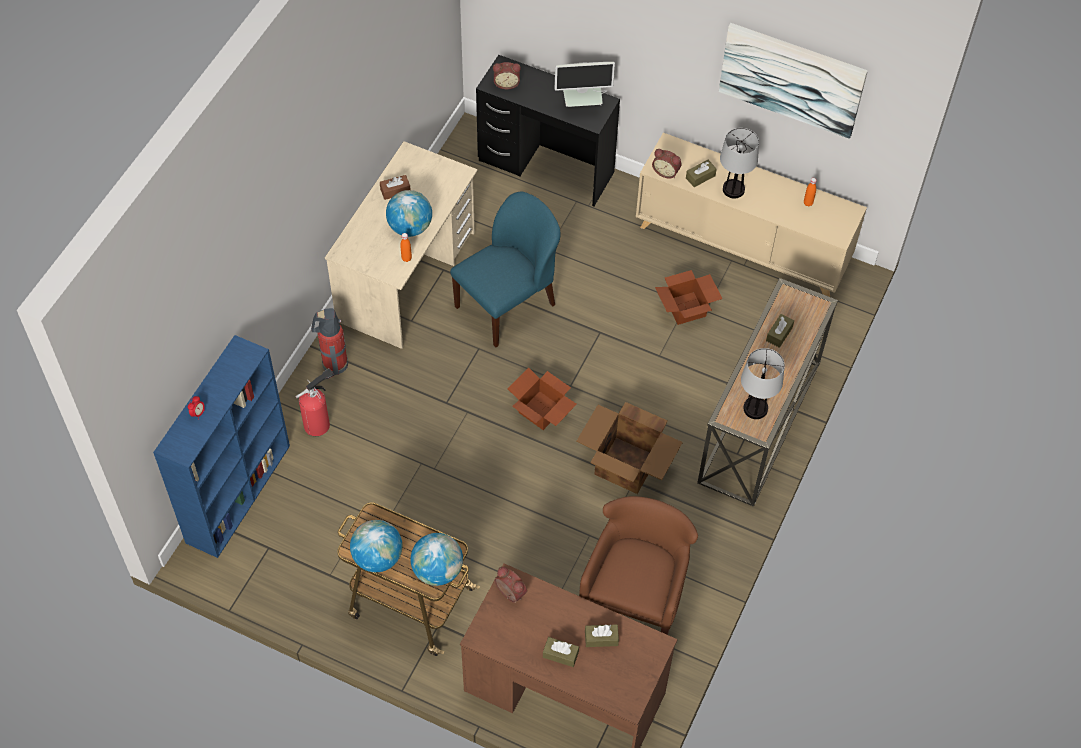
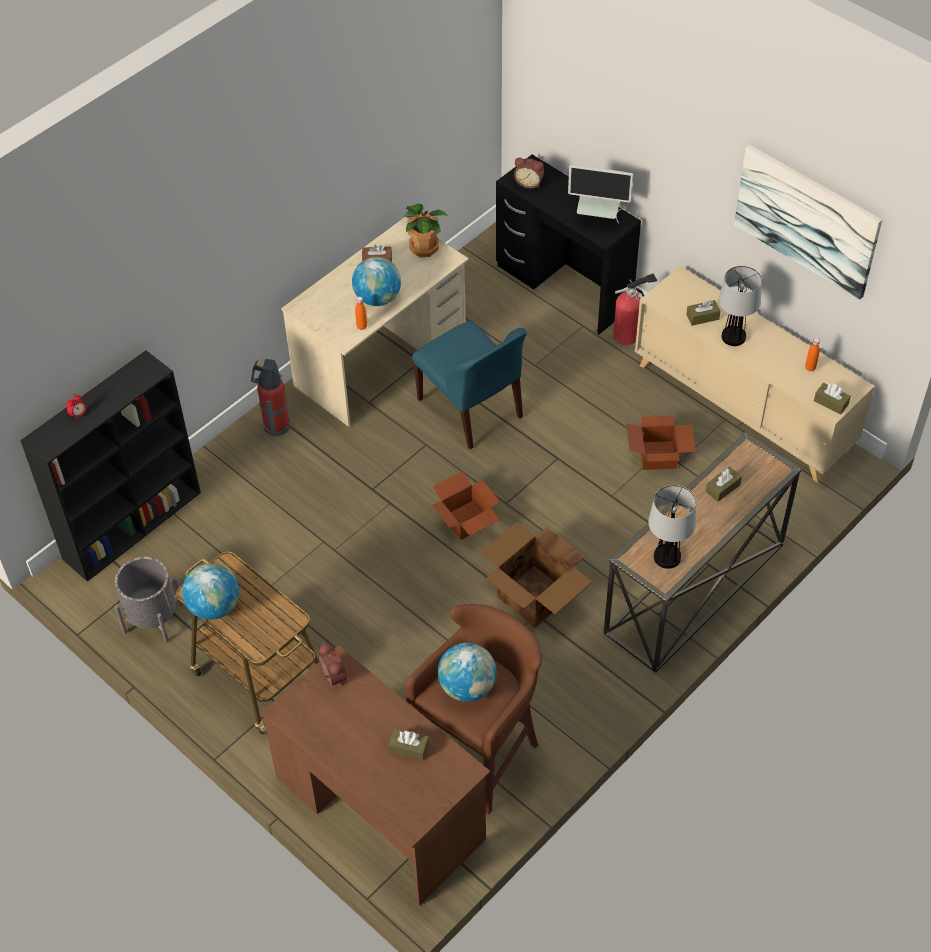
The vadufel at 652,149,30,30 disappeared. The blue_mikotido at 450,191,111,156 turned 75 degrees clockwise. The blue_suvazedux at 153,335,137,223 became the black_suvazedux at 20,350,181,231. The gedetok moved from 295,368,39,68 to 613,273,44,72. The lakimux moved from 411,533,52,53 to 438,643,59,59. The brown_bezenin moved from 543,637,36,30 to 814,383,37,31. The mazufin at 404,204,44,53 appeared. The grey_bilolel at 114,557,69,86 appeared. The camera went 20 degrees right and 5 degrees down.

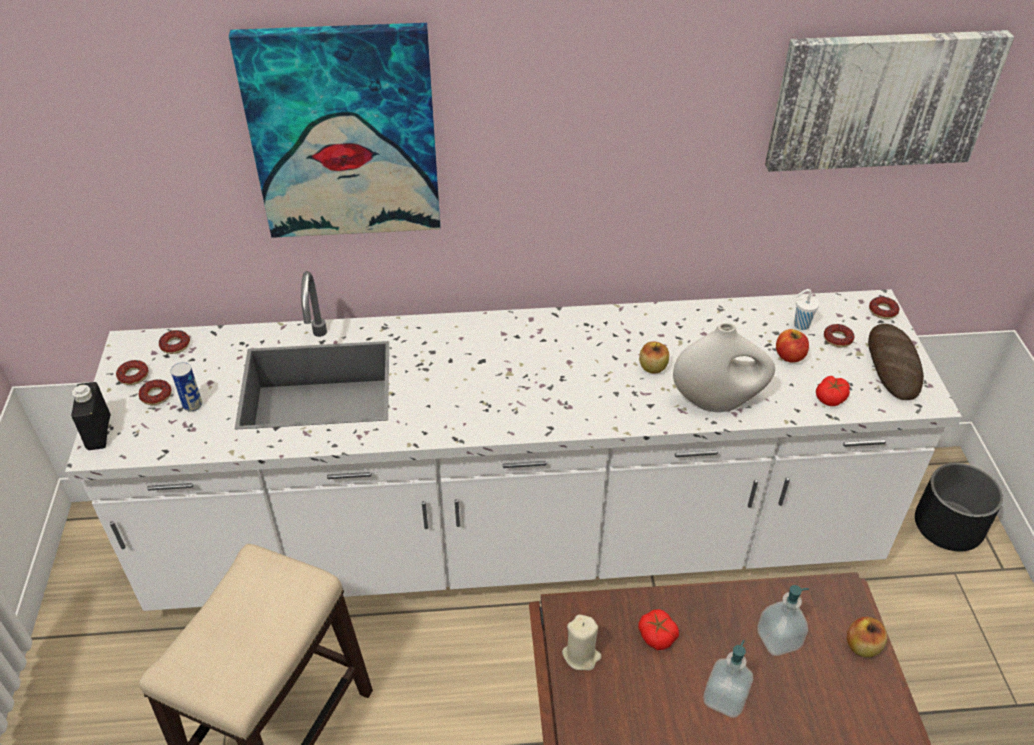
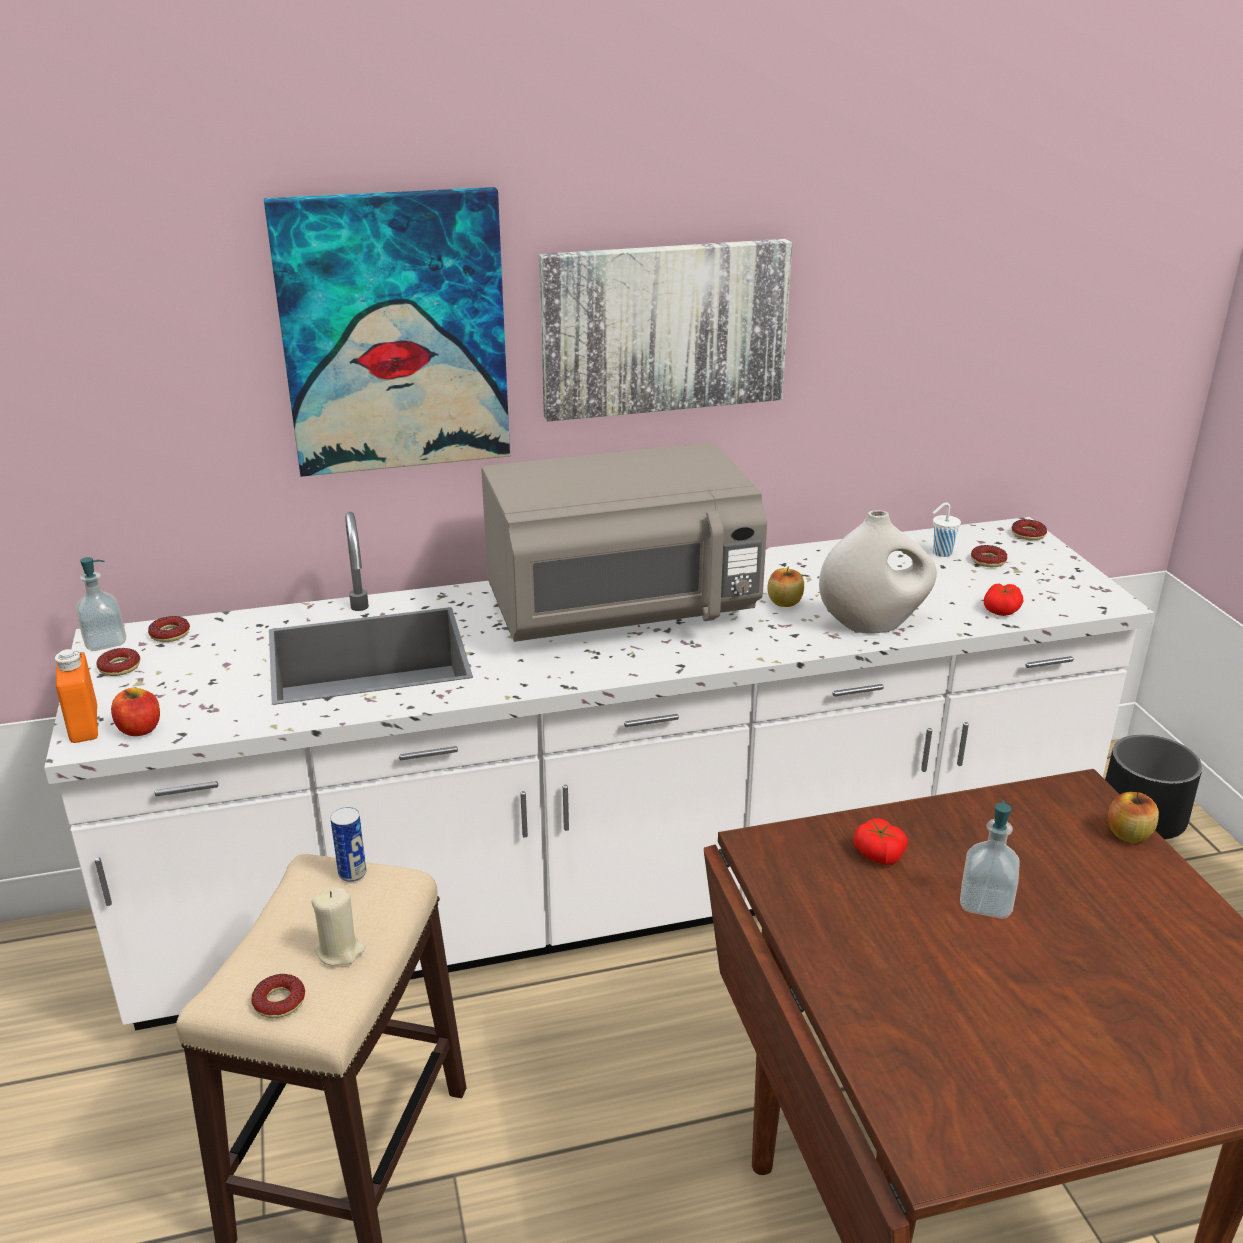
The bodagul moved from 765,30,249,142 to 539,239,253,183. The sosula at 868,324,56,76 disappeared. The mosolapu moved from 776,329,33,34 to 111,688,49,48. The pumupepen moved from 171,362,31,50 to 330,807,36,75. The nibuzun moved from 139,379,33,26 to 251,974,54,44. The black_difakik at 71,382,40,68 became the orange_difakik at 54,649,44,94. The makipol moved from 757,585,52,71 to 76,557,50,94. The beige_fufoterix moved from 562,615,39,56 to 312,887,53,79. The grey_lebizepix at 481,443,286,199 appeared. The camera went 10 degrees left and 15 degrees down.

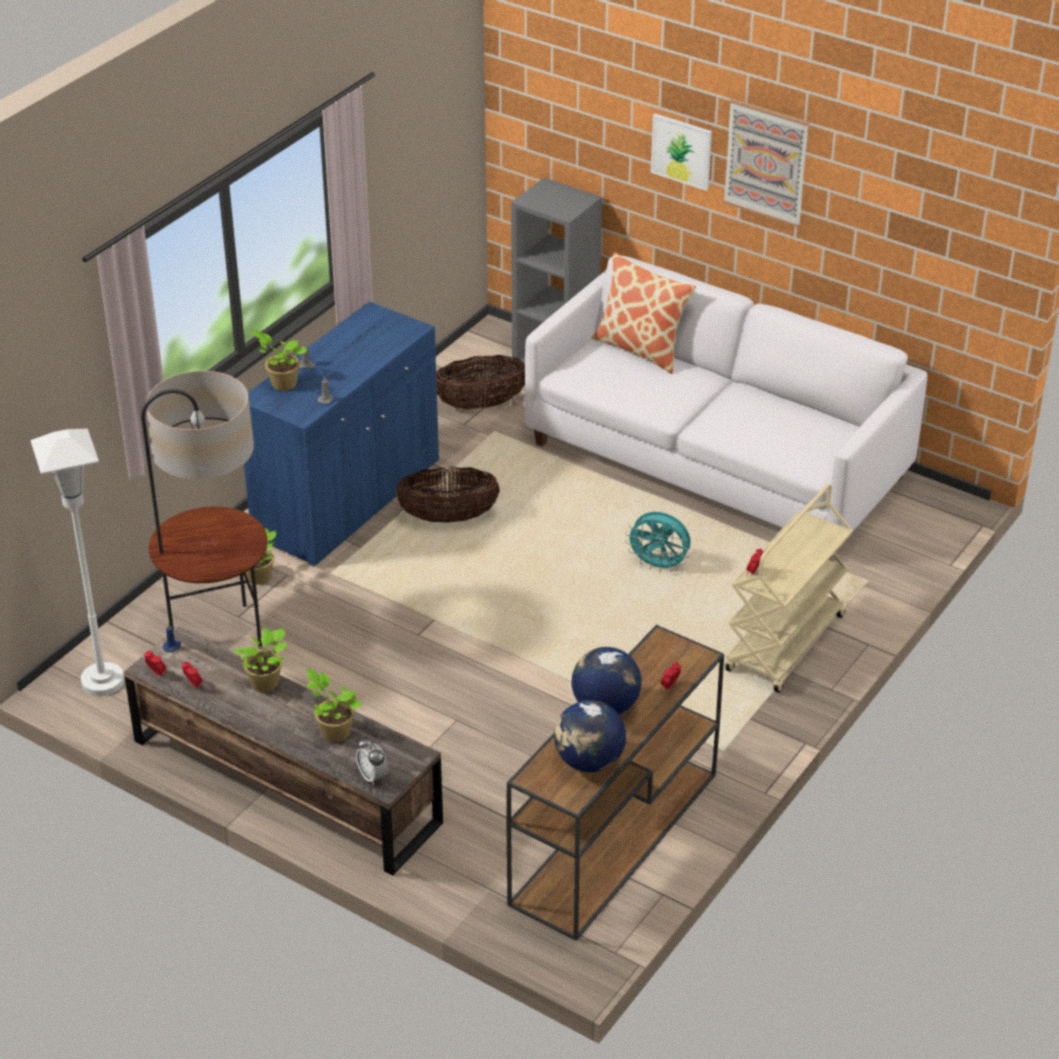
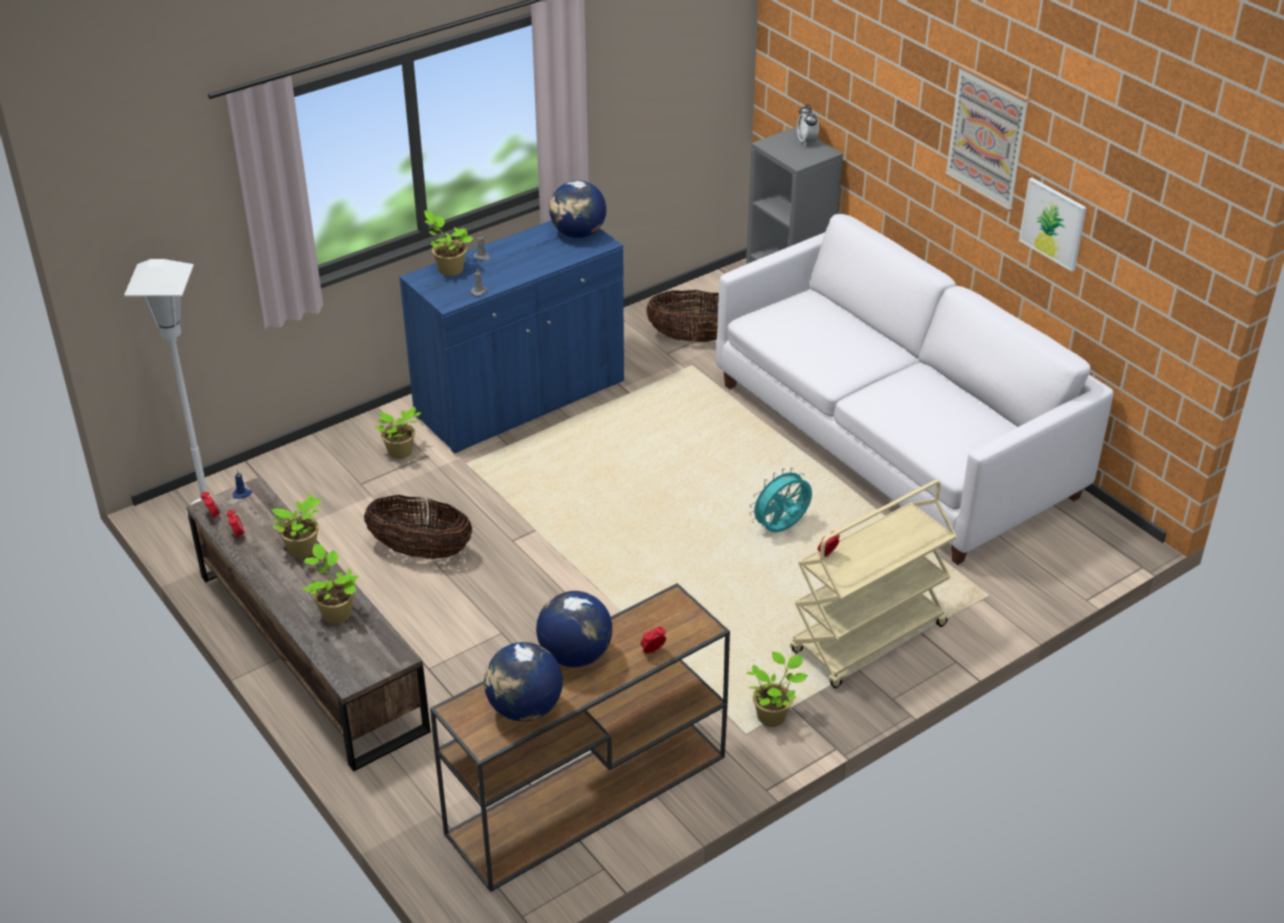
The bodagul moved from 651,114,61,77 to 1019,178,67,94. The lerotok at 592,252,104,122 disappeared. The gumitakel at 141,371,127,278 disappeared. The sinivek moved from 396,467,104,56 to 364,495,108,64. The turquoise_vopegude at 625,512,66,60 turned 105 degrees clockwise. The vadufel moved from 356,737,32,48 to 797,104,22,42. The lakimux at 549,180,57,58 appeared. The mazufin at 746,652,62,75 appeared. The camera went 20 degrees right and 0 degrees up.

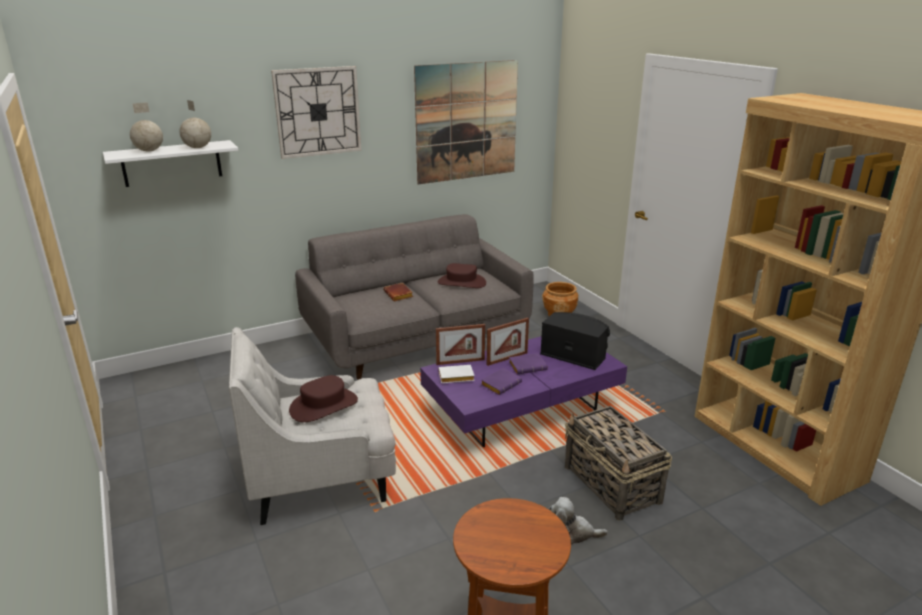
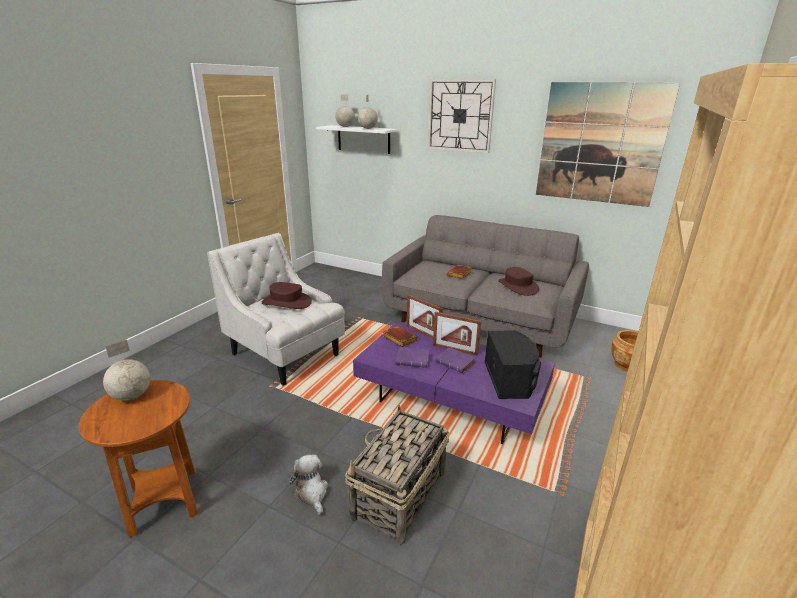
The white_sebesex at 439,365,36,18 became the brown_sebesex at 383,326,35,21. The lakimux at 103,340,47,61 appeared. The camera went 55 degrees right and 0 degrees up.

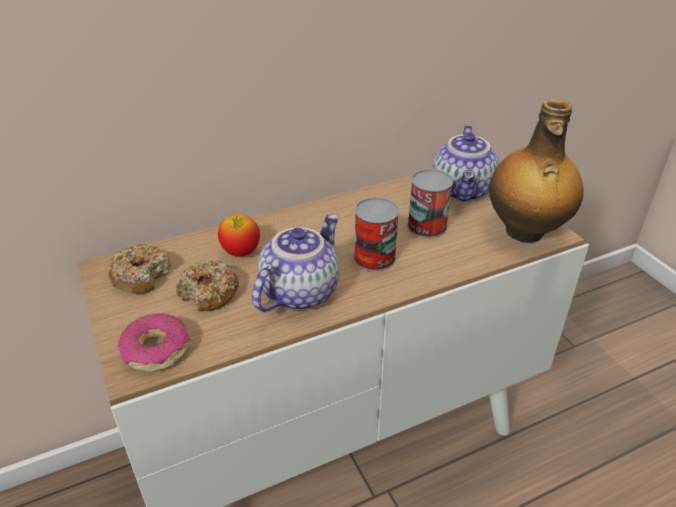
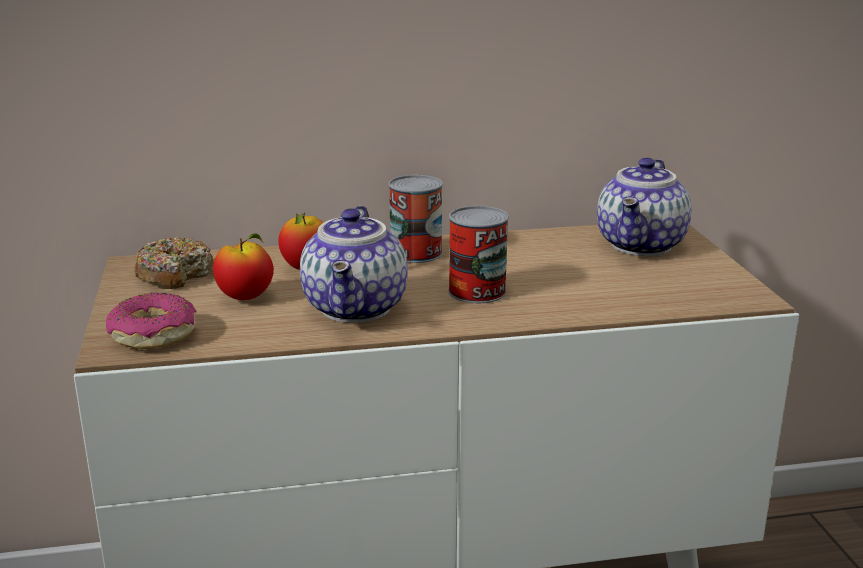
The difakik at 489,99,95,144 disappeared. The pumupepen moved from 408,169,45,69 to 388,175,55,88. The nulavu at 252,214,87,98 turned 135 degrees clockwise. The nibuzun at 175,260,64,52 was replaced by the mosolapu at 213,233,61,67. The camera went 15 degrees right and 15 degrees down.

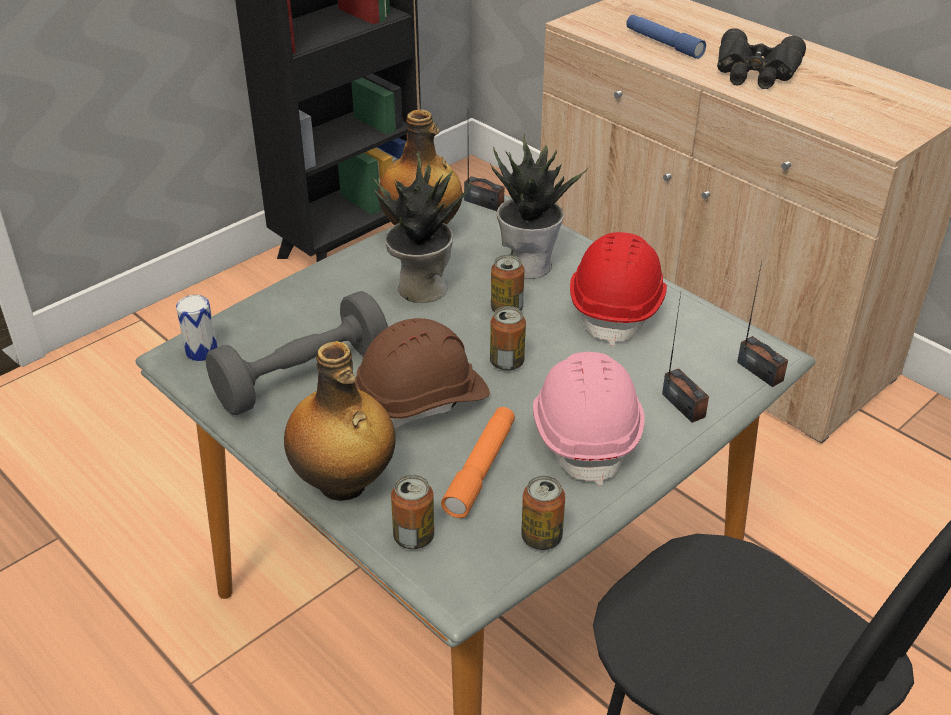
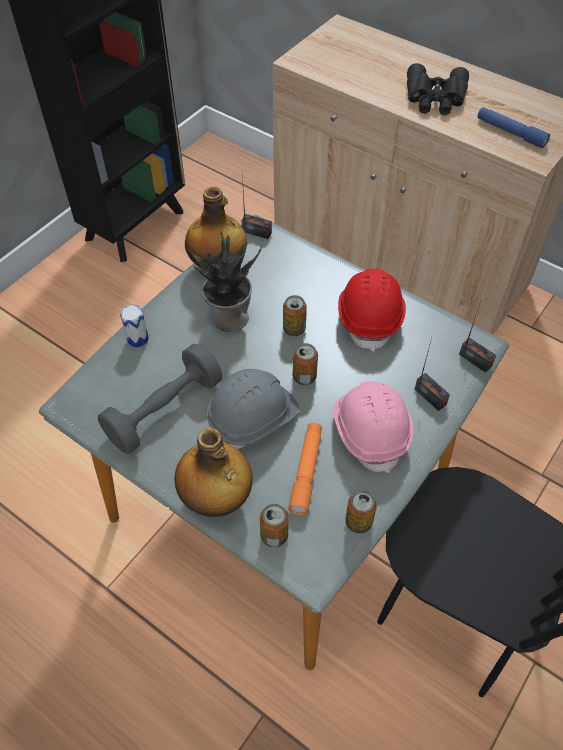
The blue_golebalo moved from 626,15,80,44 to 477,107,73,41. The mazufin at 490,134,99,145 disappeared. The pumupepen moved from 176,295,41,66 to 120,305,29,42. The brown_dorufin at 355,318,135,110 became the grey_dorufin at 207,369,92,80. The camera went 10 degrees left and 15 degrees up.

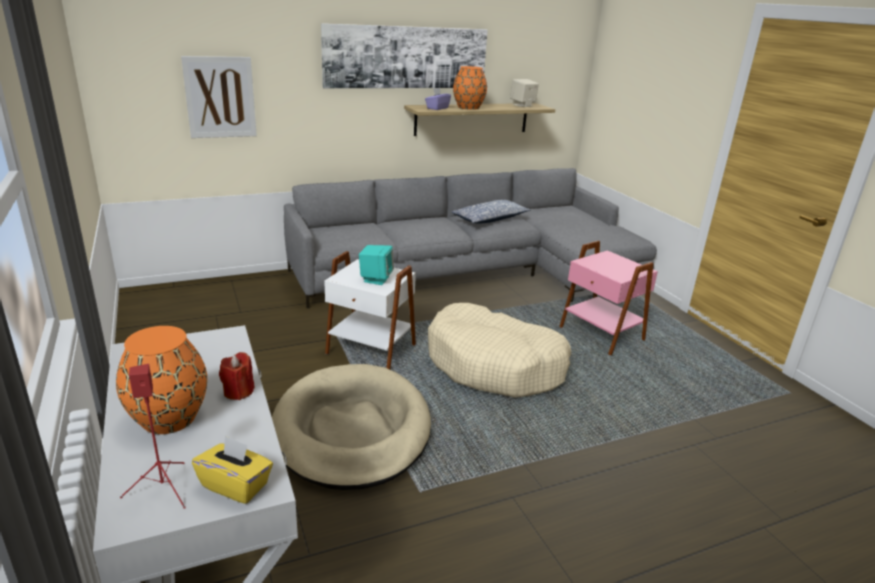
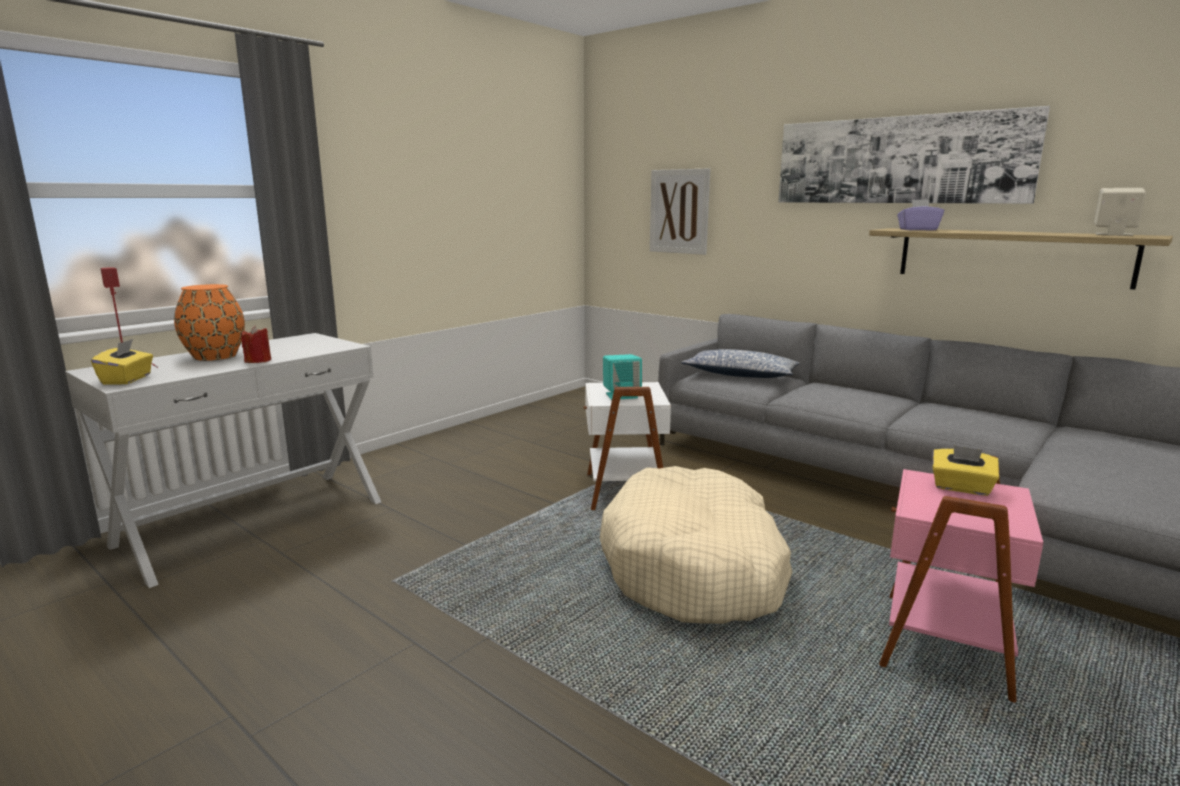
The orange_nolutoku at 453,66,34,44 disappeared. The lerotok moved from 451,200,80,24 to 681,349,119,29. The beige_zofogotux at 272,364,159,126 disappeared. The yellow_bezenin at 933,445,66,51 appeared. The camera went 65 degrees right and 10 degrees down.

